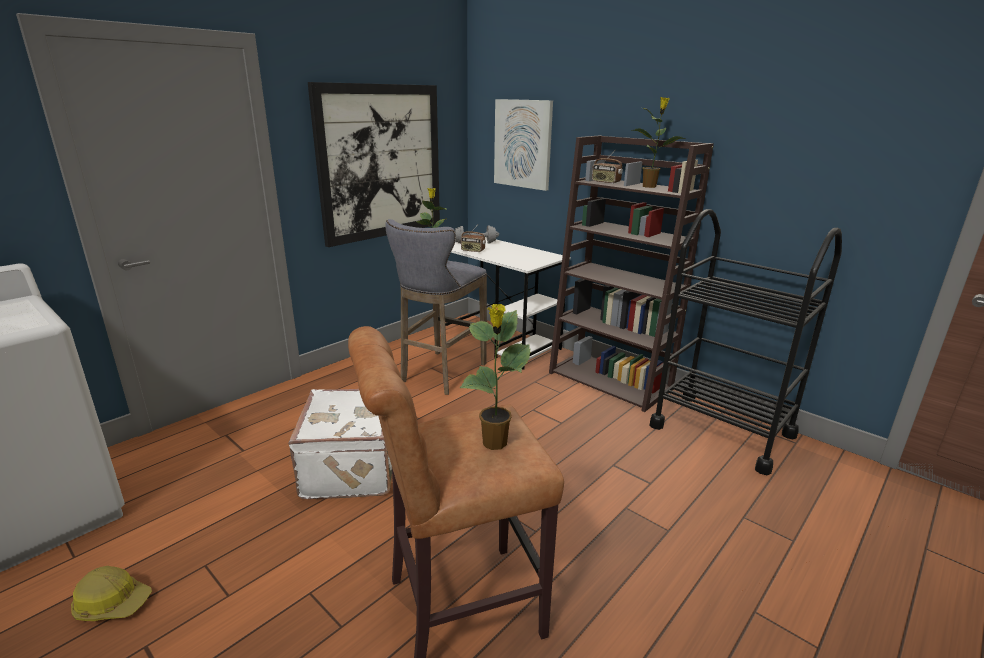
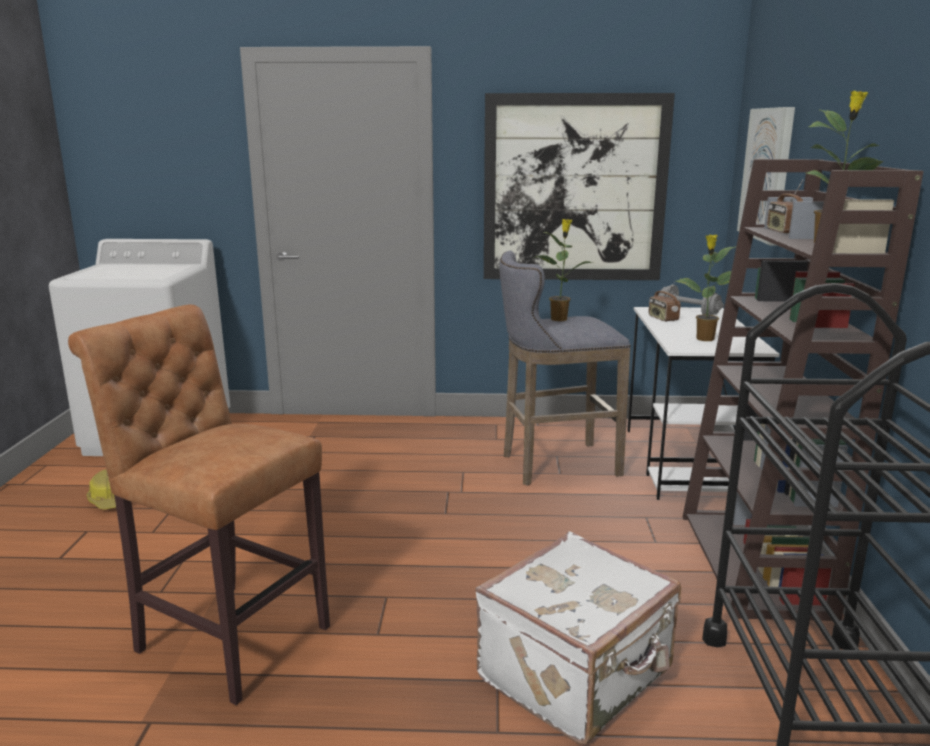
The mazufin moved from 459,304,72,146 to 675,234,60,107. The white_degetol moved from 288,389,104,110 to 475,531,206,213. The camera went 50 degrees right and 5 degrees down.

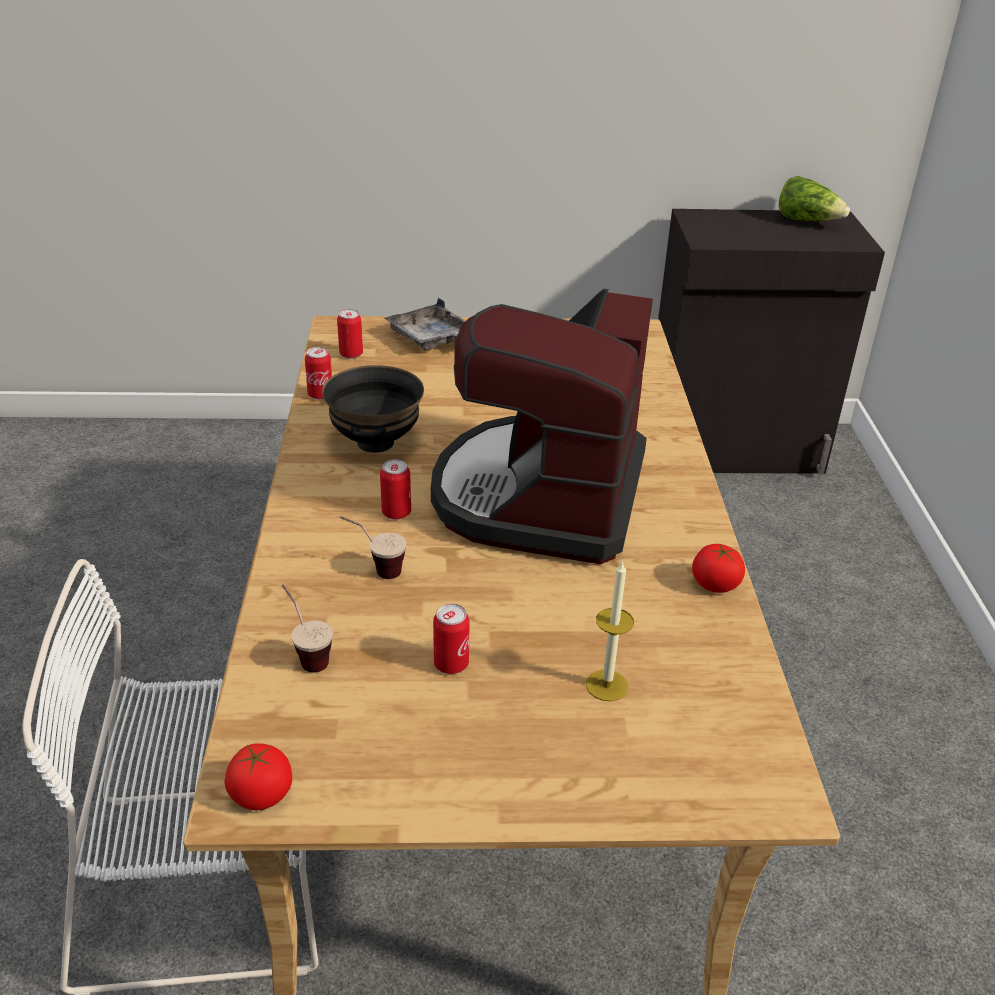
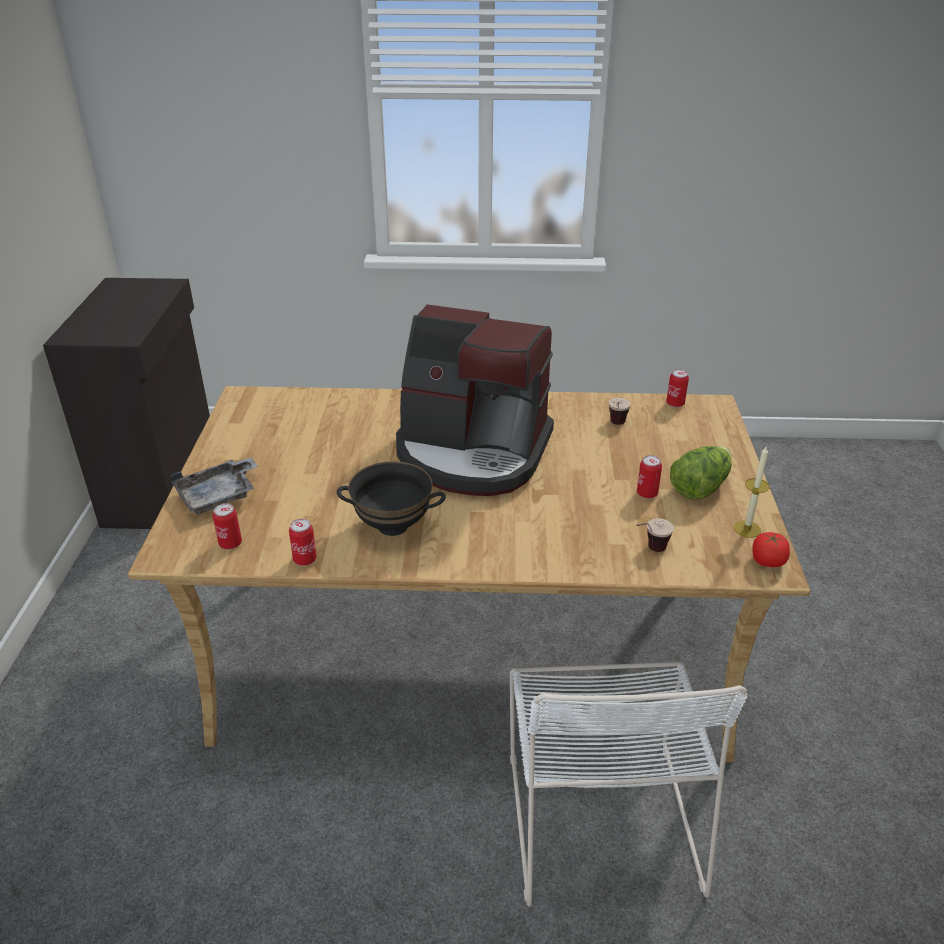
The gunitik moved from 779,176,71,45 to 670,446,62,54. The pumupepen moved from 380,459,31,61 to 666,369,23,38. The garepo moved from 340,516,66,63 to 609,398,22,27. The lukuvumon at 692,544,53,49 disappeared. The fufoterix moved from 586,560,48,141 to 734,445,36,93. The camera went 85 degrees left and 0 degrees up.

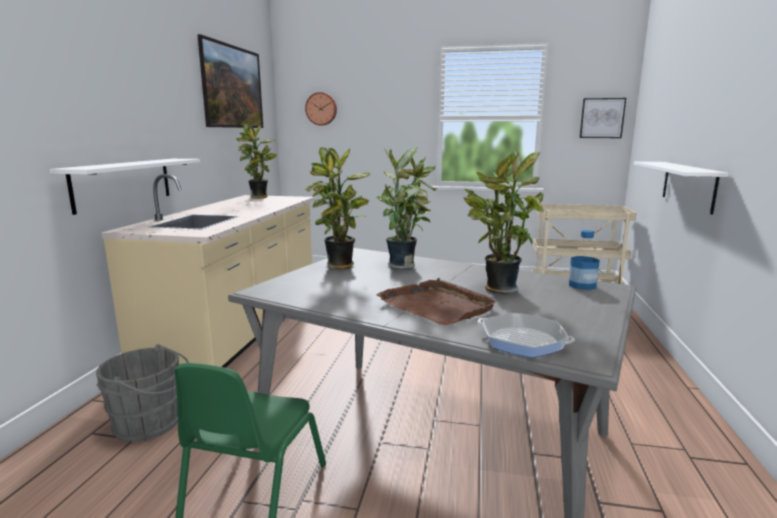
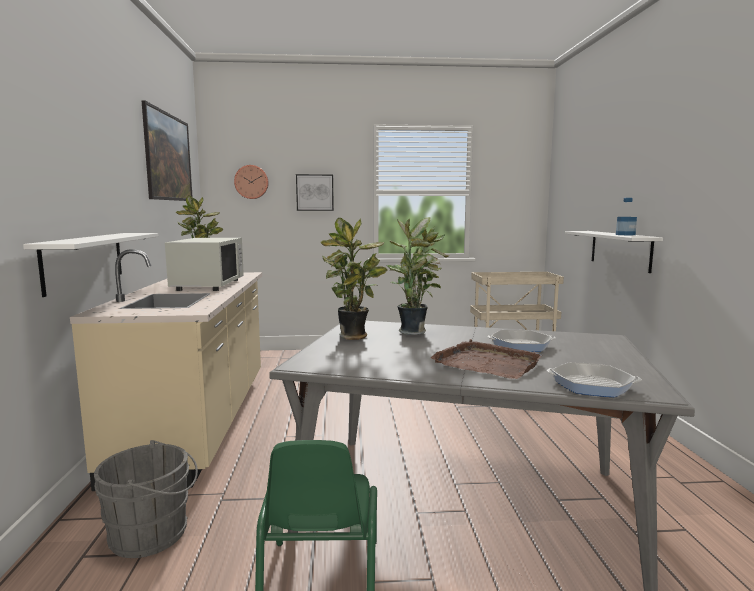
The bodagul moved from 579,98,47,40 to 296,174,38,37. The mazufin at 464,150,79,144 was replaced by the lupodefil at 487,330,69,22. The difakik moved from 569,230,31,60 to 616,198,21,37. The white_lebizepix at 165,238,79,53 appeared. The camera went 15 degrees left and 5 degrees down.

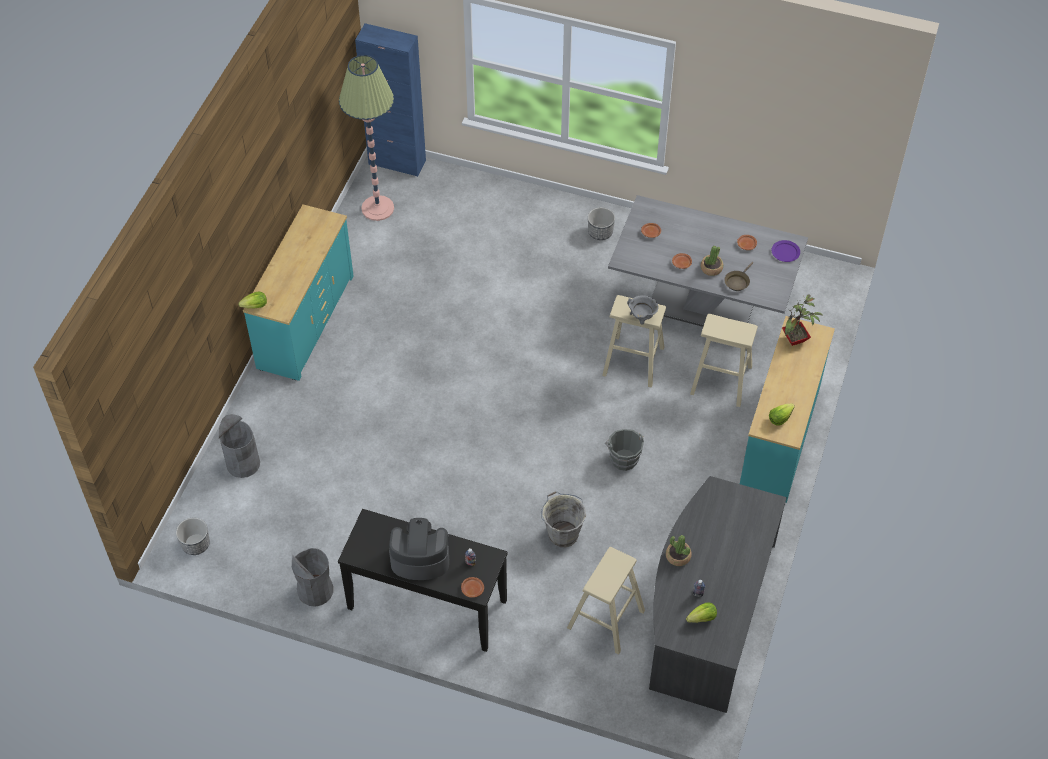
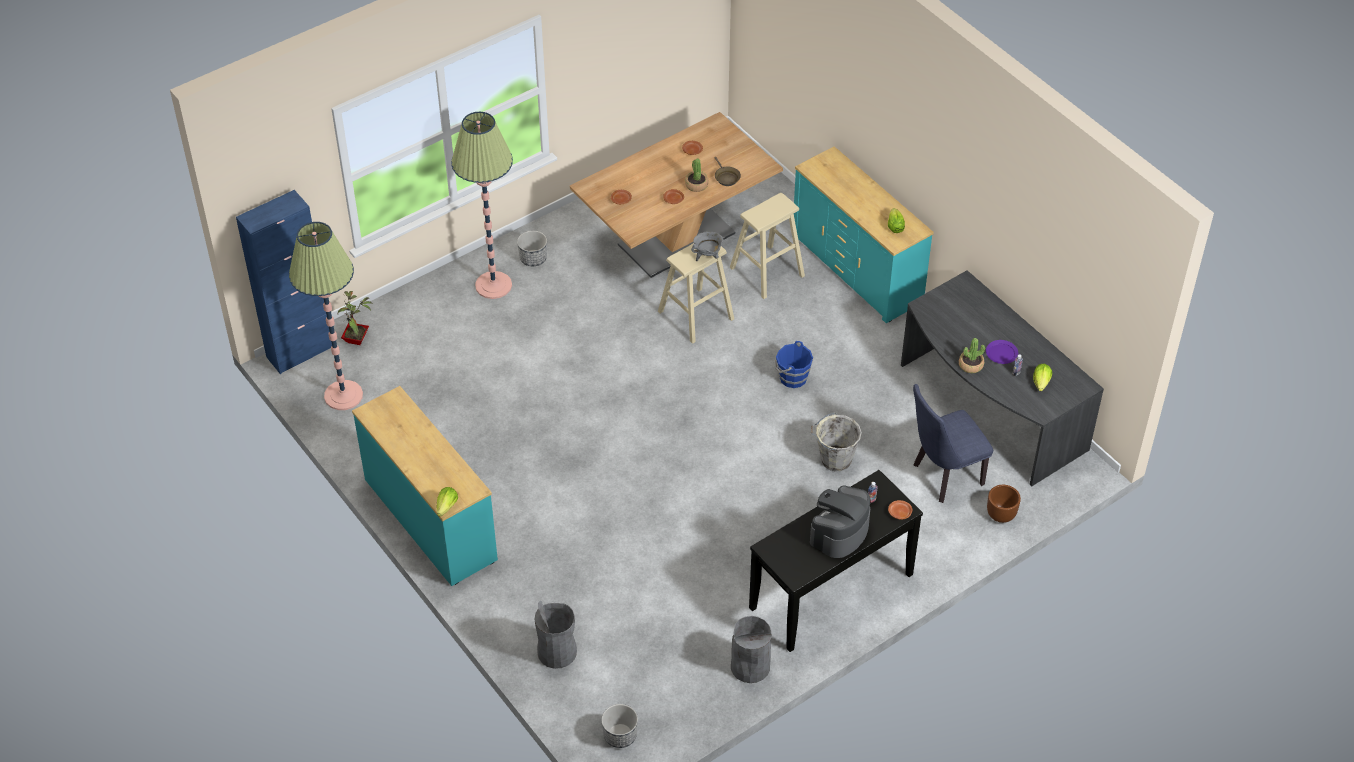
The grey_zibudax at 608,195,200,132 became the brown_zibudax at 570,112,213,166. The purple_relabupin moved from 772,240,28,22 to 986,340,32,24. The mazufin moved from 782,294,41,52 to 338,291,35,54. The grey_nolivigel at 605,429,39,42 became the blue_nolivigel at 775,341,38,47. The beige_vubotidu at 567,547,78,107 was replaced by the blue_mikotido at 913,384,80,119. The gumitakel at 451,112,62,187 appeared. The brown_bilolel at 987,485,34,38 appeared. The camera went 55 degrees left and 5 degrees down.

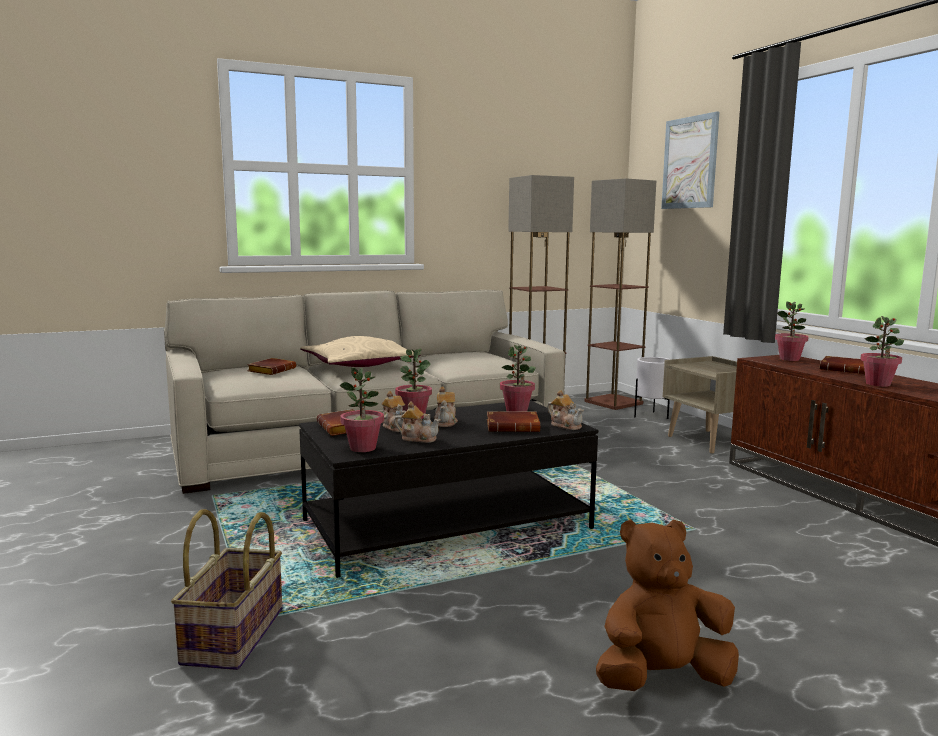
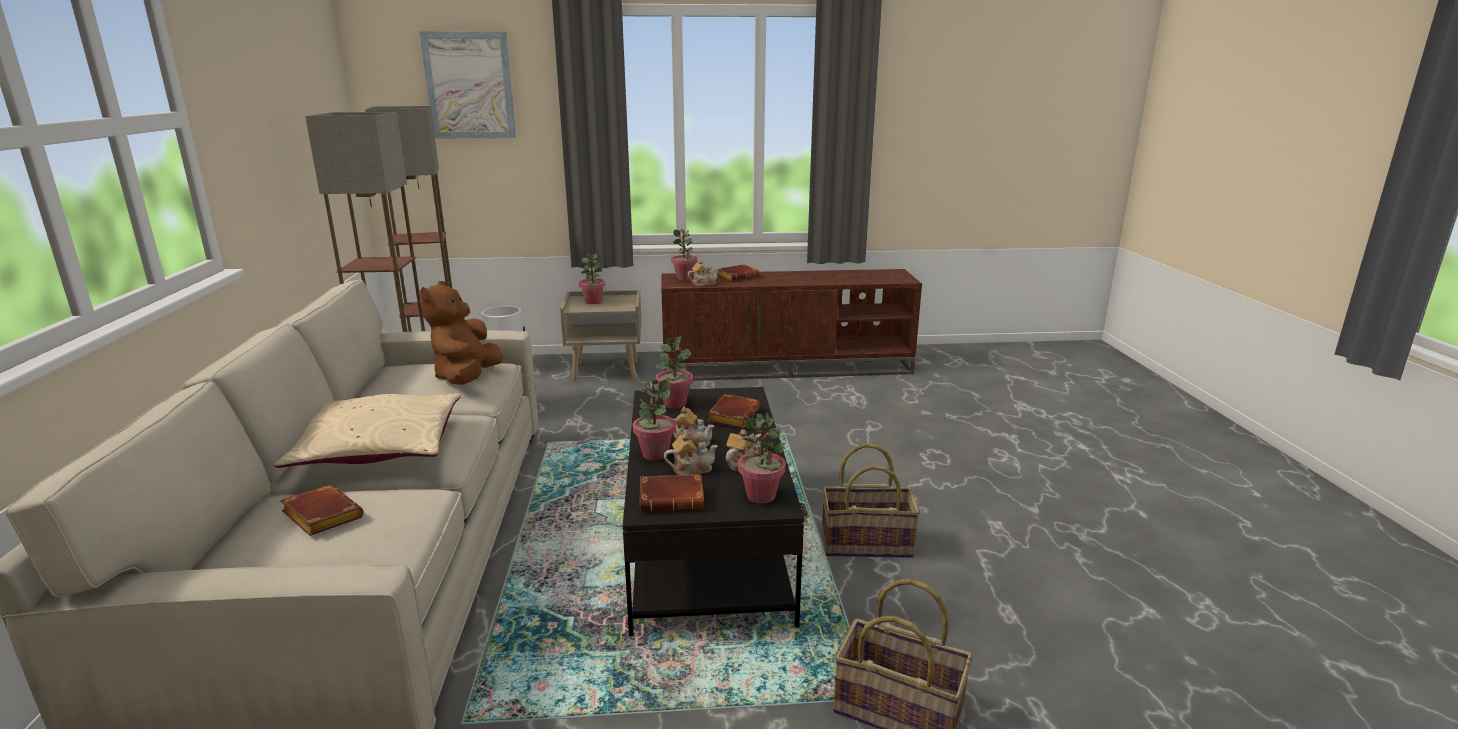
The mazufin moved from 860,316,44,71 to 579,254,26,50. The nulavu moved from 547,390,37,40 to 687,260,32,26. The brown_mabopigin moved from 596,519,143,172 to 420,281,83,103. The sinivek at 822,443,98,115 appeared. The camera went 70 degrees left and 10 degrees up.

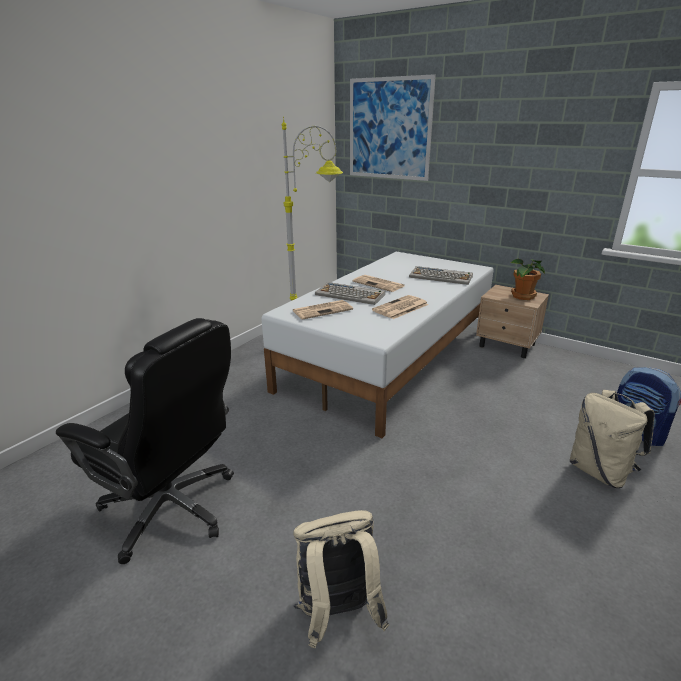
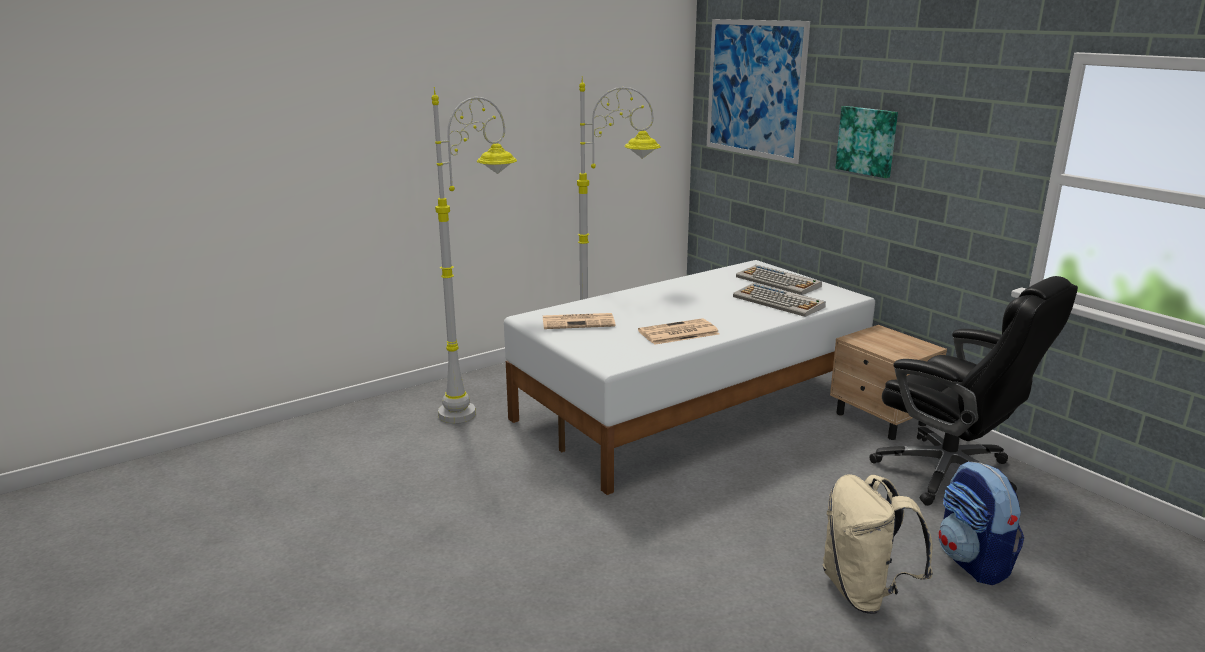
The mazufin at 510,259,35,41 disappeared. The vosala at 353,275,51,17 disappeared. The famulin moved from 315,282,70,23 to 736,265,86,30. The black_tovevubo moved from 56,318,178,246 to 869,276,209,230. The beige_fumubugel at 293,510,96,138 disappeared. The grey_gumitakel at 432,87,85,336 appeared. The bodagul at 835,106,63,72 appeared. The camera went 20 degrees right and 5 degrees down.

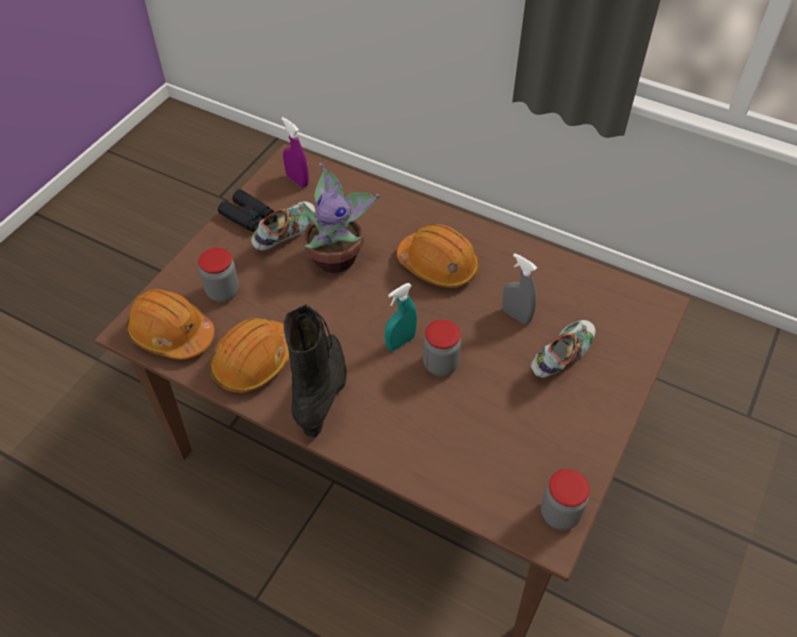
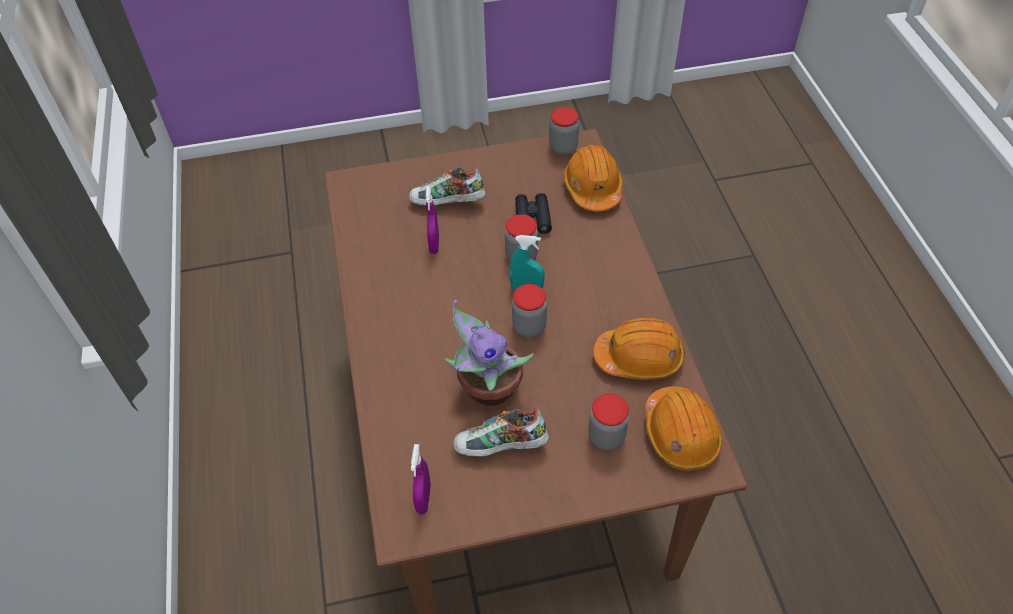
The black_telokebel moved from 218,189,56,43 to 515,193,37,41. The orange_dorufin moved from 397,224,82,64 to 564,145,59,66. The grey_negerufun at 502,253,35,71 became the purple_negerufun at 426,186,13,68. The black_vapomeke at 284,304,63,133 disappeared. The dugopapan at 512,284,35,53 appeared. The camera went 130 degrees left and 0 degrees up.

